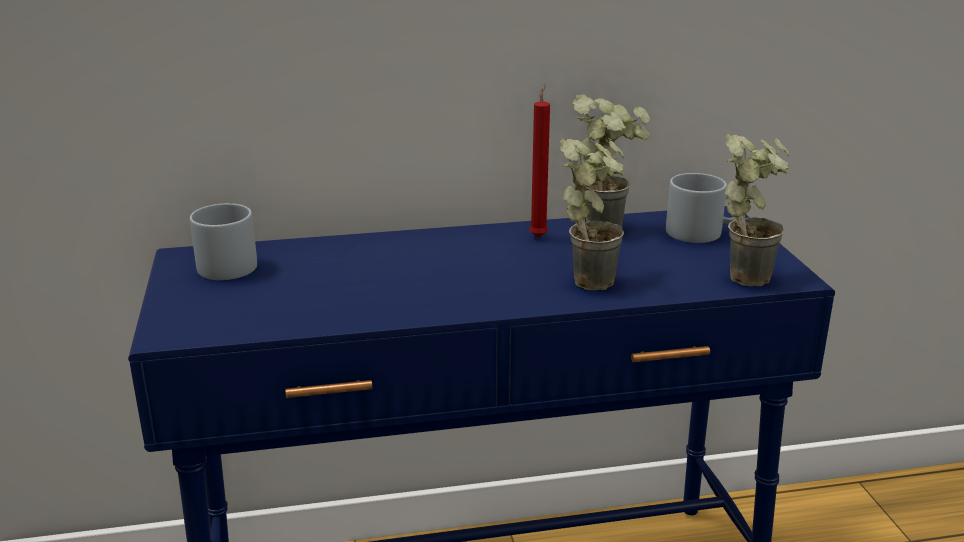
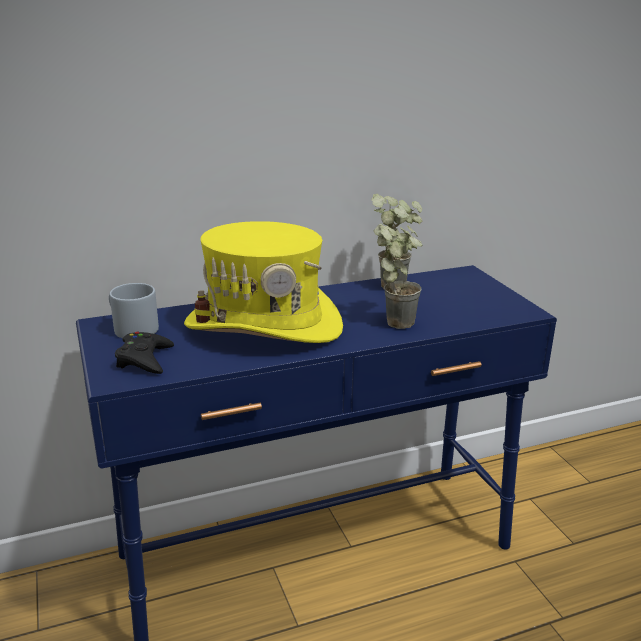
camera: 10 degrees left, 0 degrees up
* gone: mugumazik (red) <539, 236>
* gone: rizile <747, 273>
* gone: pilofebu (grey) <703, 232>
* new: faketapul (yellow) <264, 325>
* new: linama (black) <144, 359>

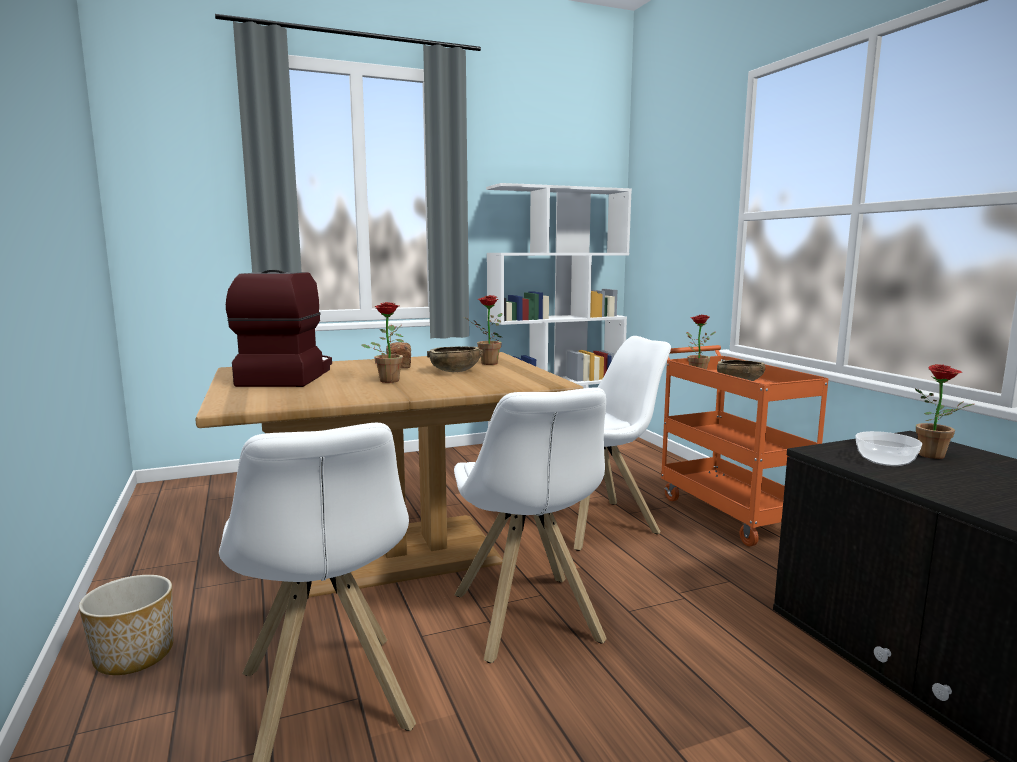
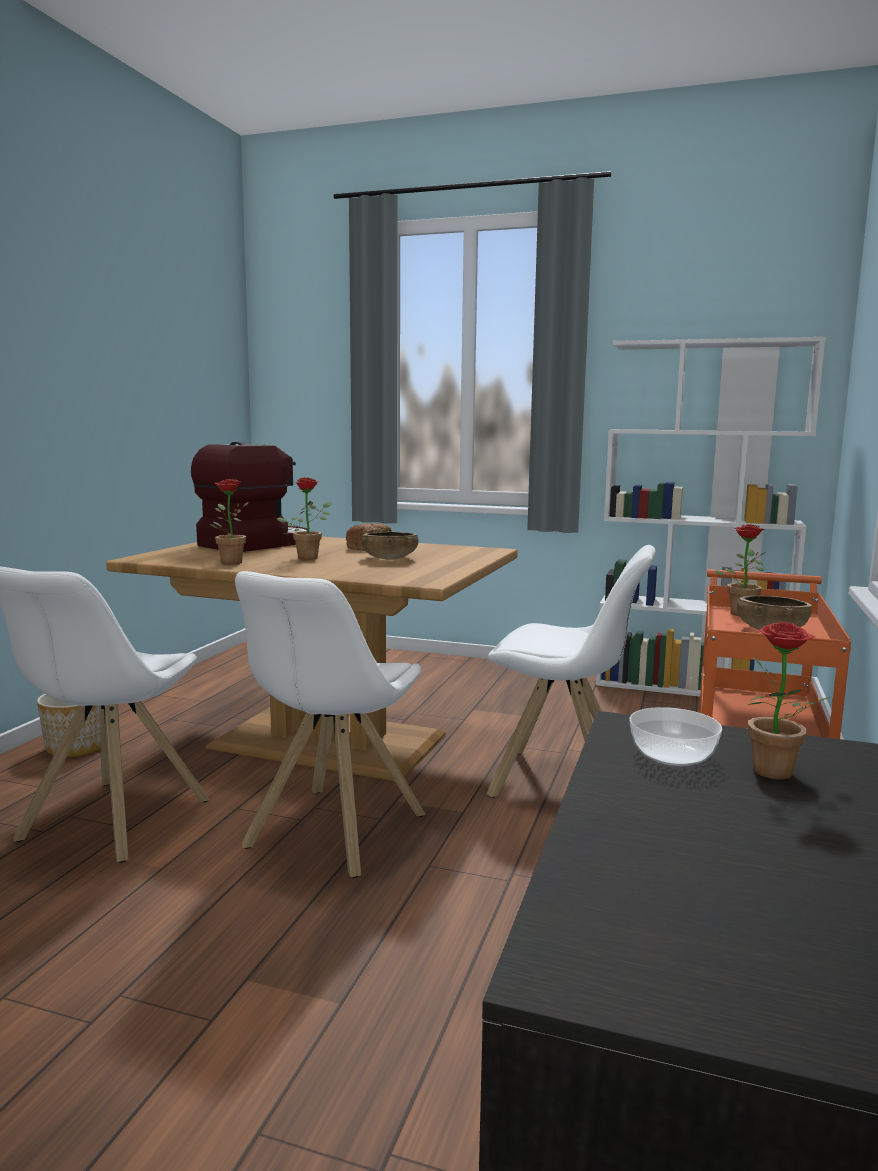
camera: 40 degrees right, 0 degrees up
* shifted: rizile <485, 363> to <228, 562>

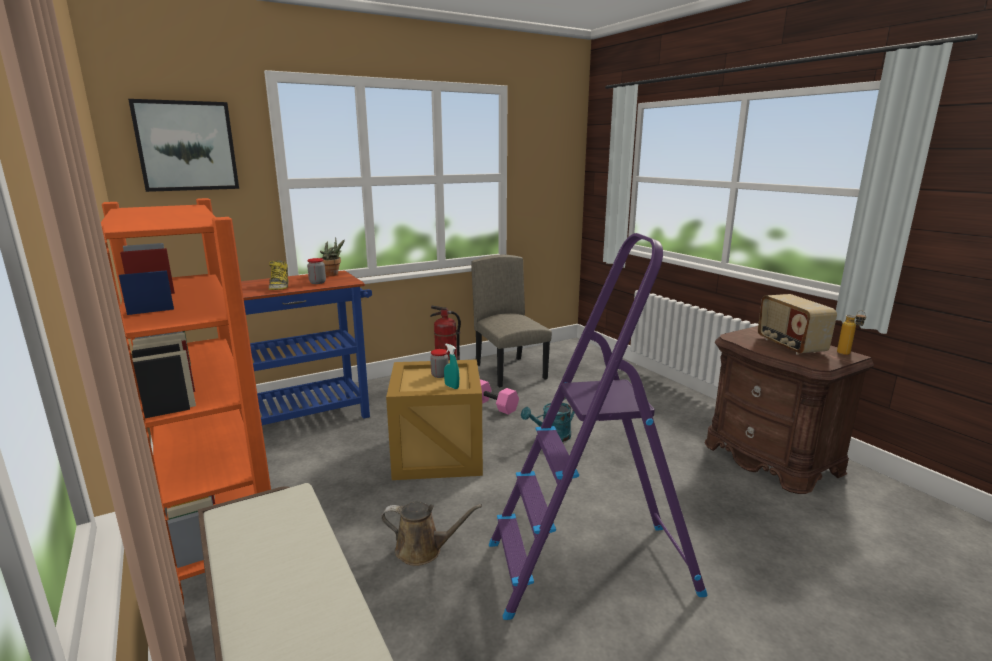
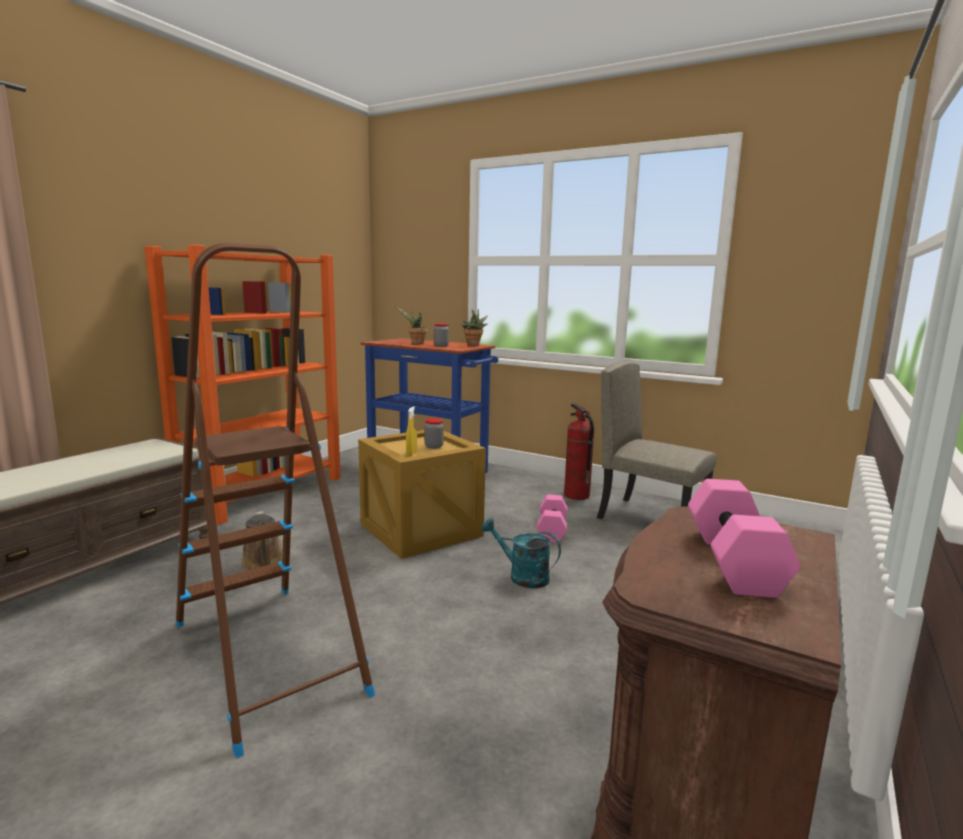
camera: 60 degrees right, 5 degrees down
* gone: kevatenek <186, 146>
* repainted: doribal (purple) <589, 568> to doribal (brown) <265, 654>
* rotated: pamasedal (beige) <510, 371> = <651, 518> 90 degrees counterclockwise
* swapped: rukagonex <279, 286> to rizile <415, 343>
* swapped: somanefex <789, 345> to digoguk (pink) <736, 561>
* gone: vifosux <847, 354>
* repainted: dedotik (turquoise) <451, 386> to dedotik (yellow) <411, 454>

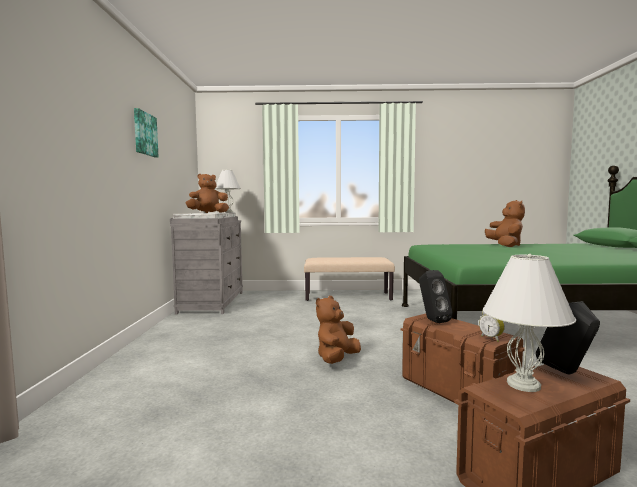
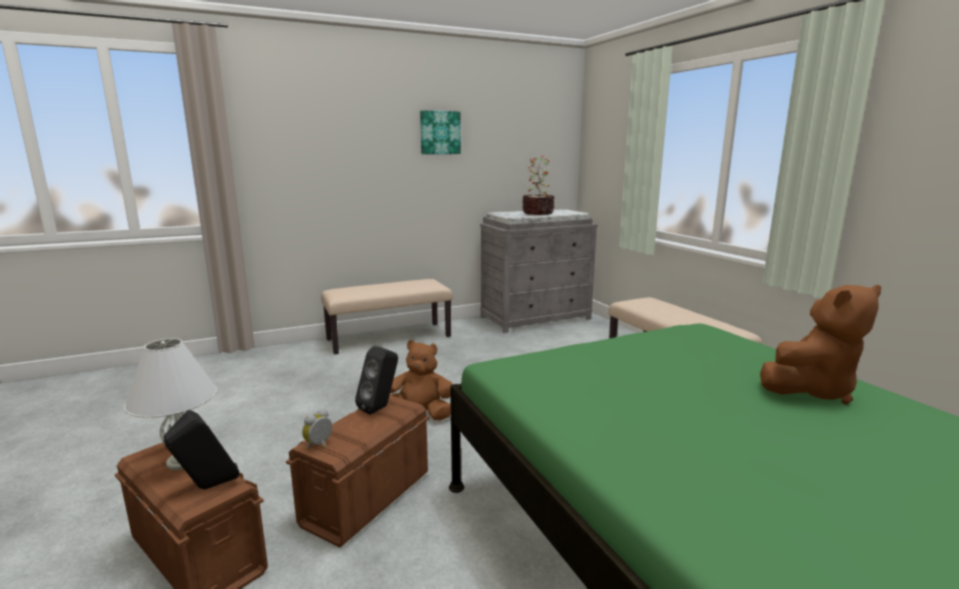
camera: 65 degrees right, 10 degrees up
* gone: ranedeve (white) <228, 212>
* swapped: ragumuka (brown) <208, 213> to rizile <537, 213>
* new: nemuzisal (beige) <389, 338>

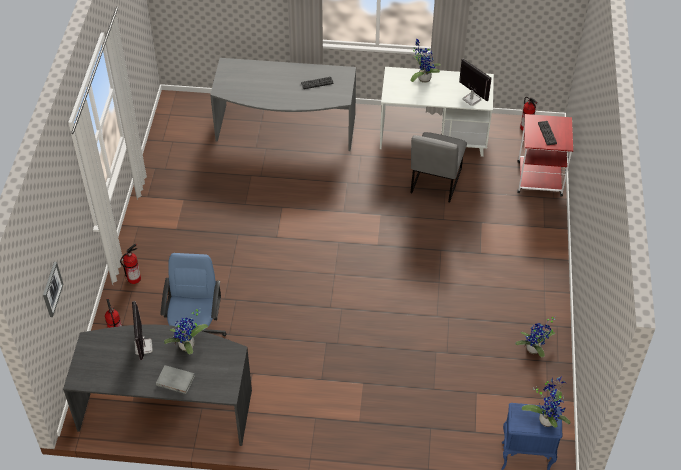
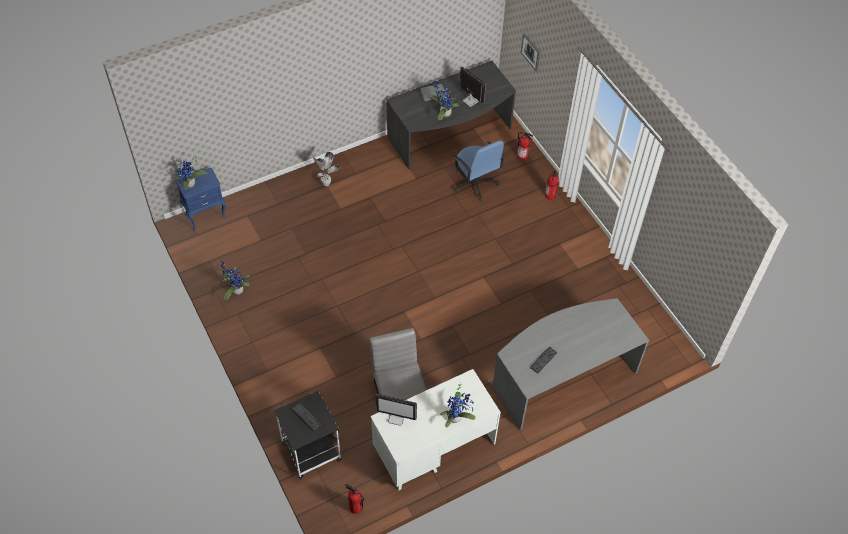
camera: 145 degrees right, 5 degrees up
* repainted: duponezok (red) <539, 180> to duponezok (black) <310, 450>
* new: rizile <326, 184>

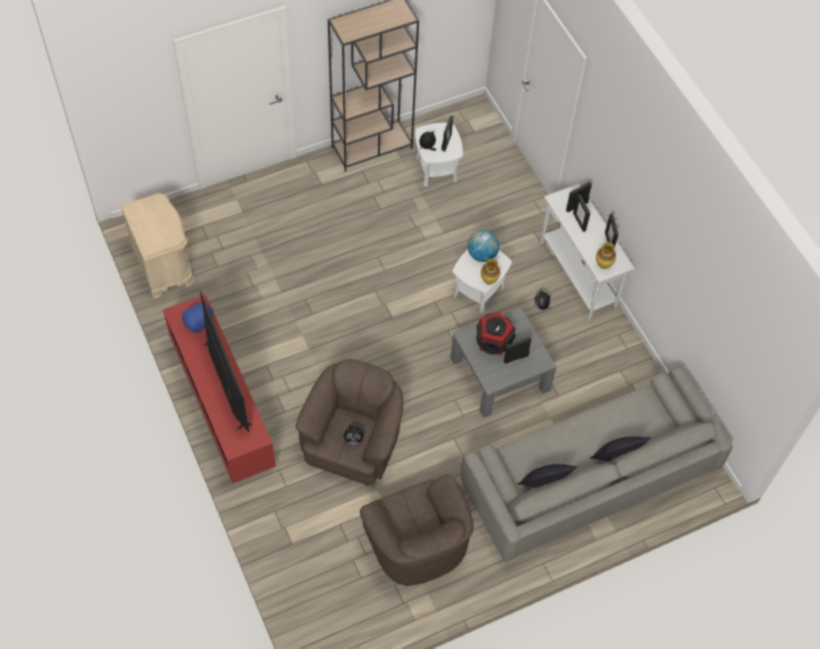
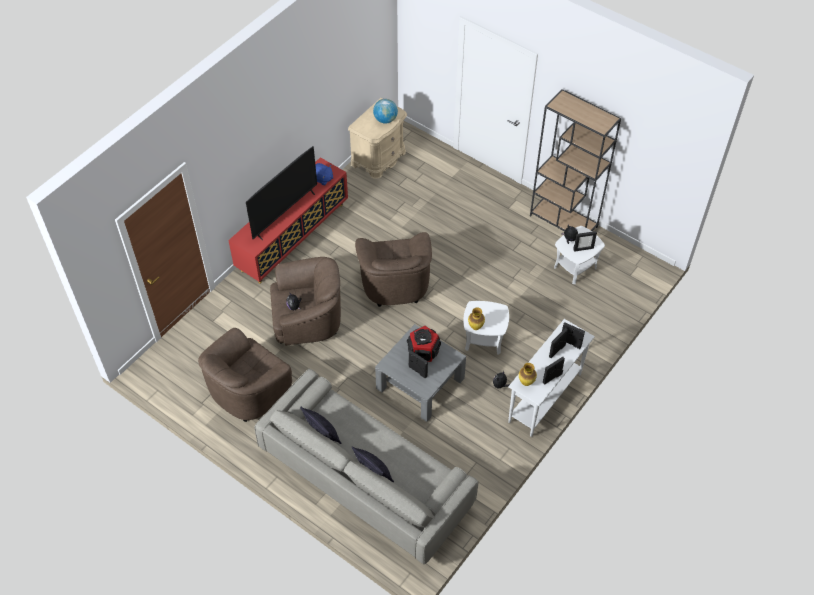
camera: 65 degrees right, 5 degrees down
* shifted: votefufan <482, 255> to <385, 119>
* new: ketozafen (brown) <394, 283>

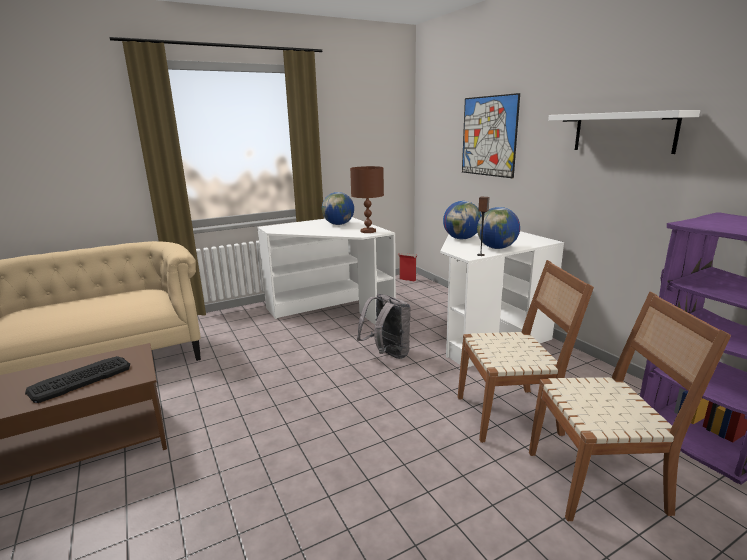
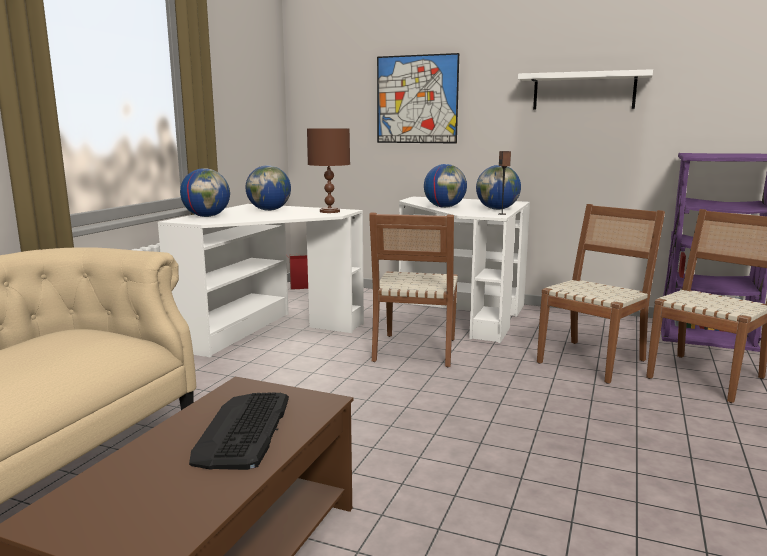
camera: 40 degrees left, 5 degrees down
* swapped: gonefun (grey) <387, 355> to pamasedal <414, 352>
* new: votefufan <207, 216>

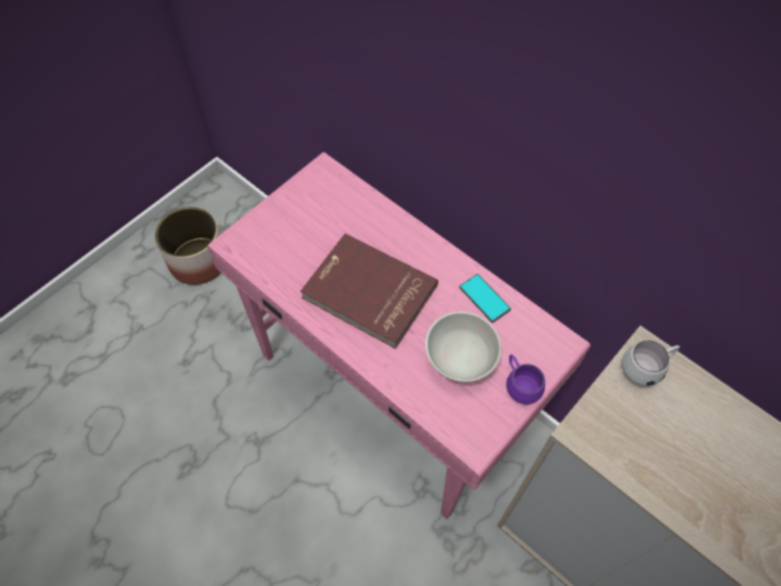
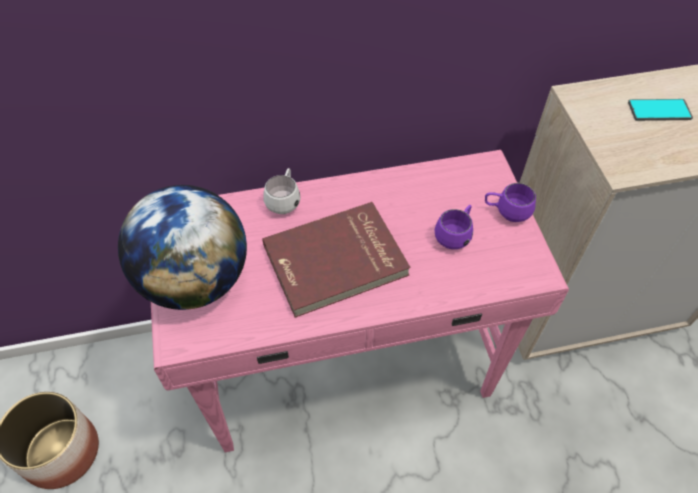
camera: 55 degrees left, 5 degrees down
* shifted: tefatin <484, 298> to <659, 110>
* swapped: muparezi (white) <461, 359> to pilofebu (purple) <455, 235>
* shifted: pilofebu (white) <646, 368> to <284, 200>
* new: votefufan <195, 280>

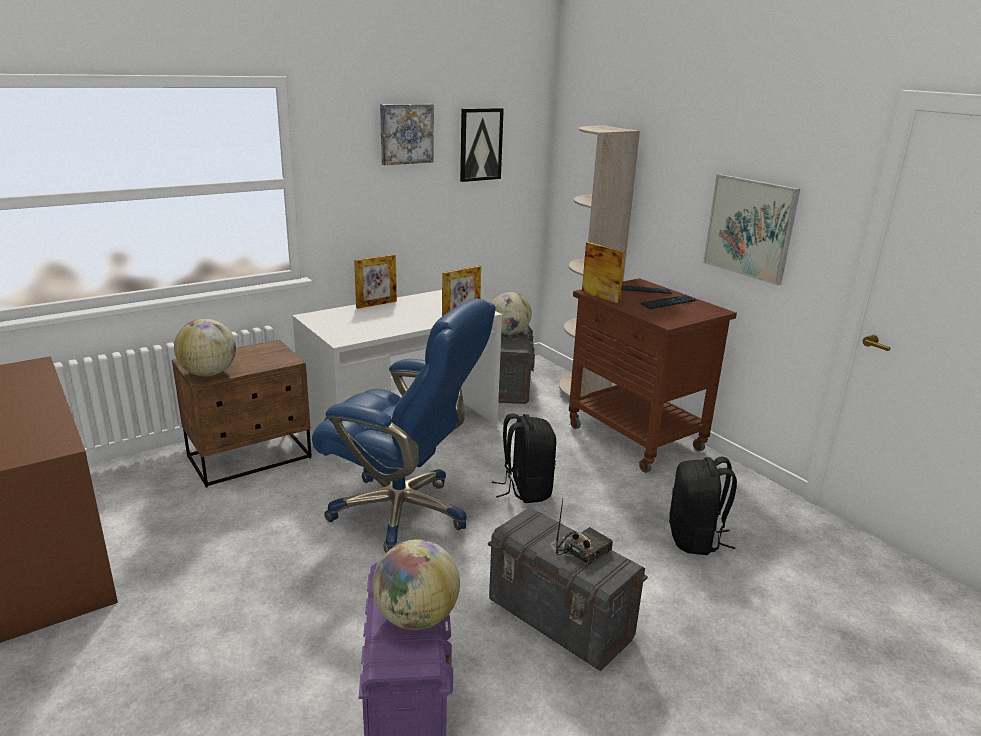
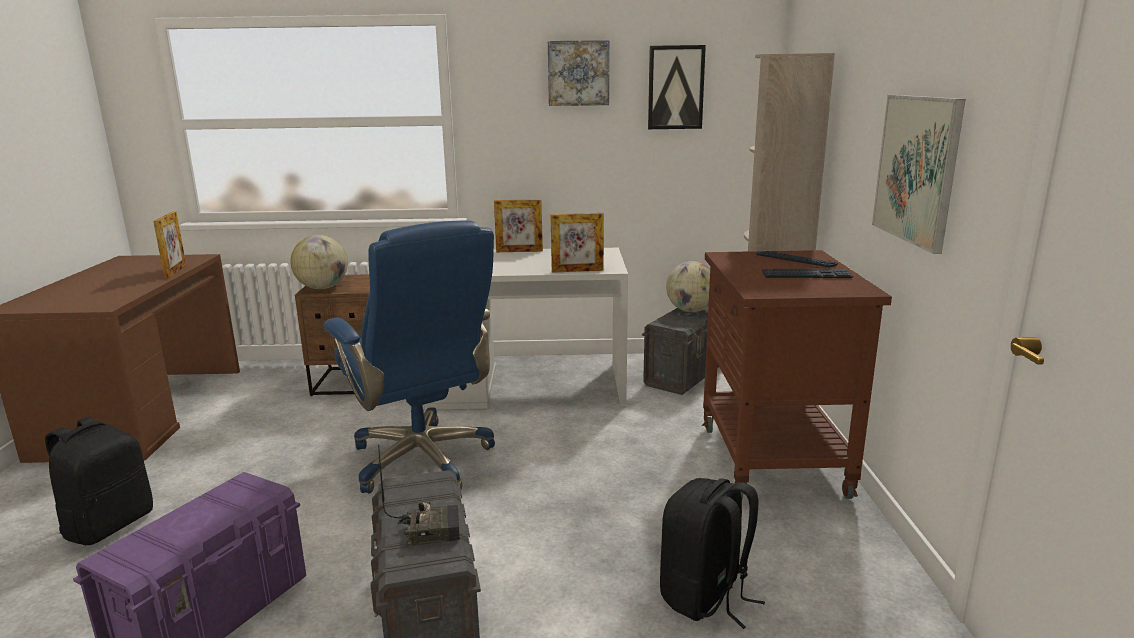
camera: 35 degrees right, 5 degrees down
* shifted: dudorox <600, 297> to <175, 271>
* shifted: gonefun (black) <525, 489> to <109, 525>
* gone: votefufan <416, 617>

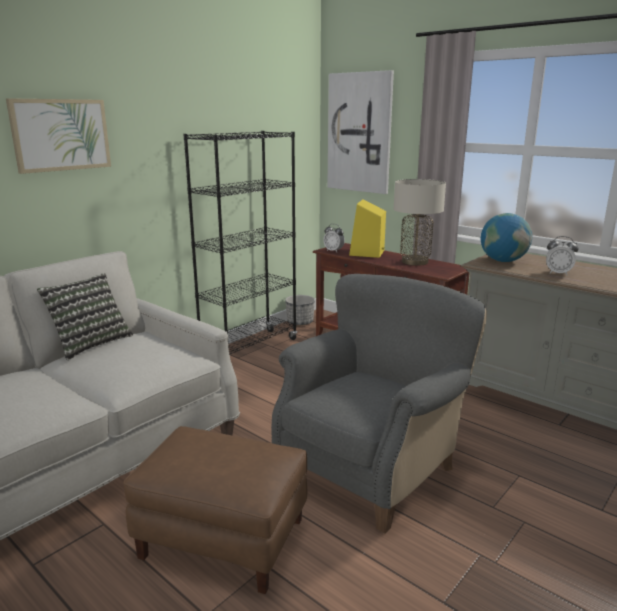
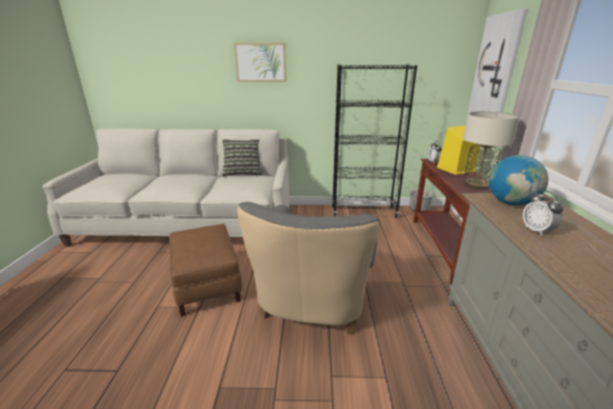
camera: 50 degrees right, 5 degrees up
* rotated: ketozafen (grey) <372, 464> = <313, 302> 105 degrees clockwise

